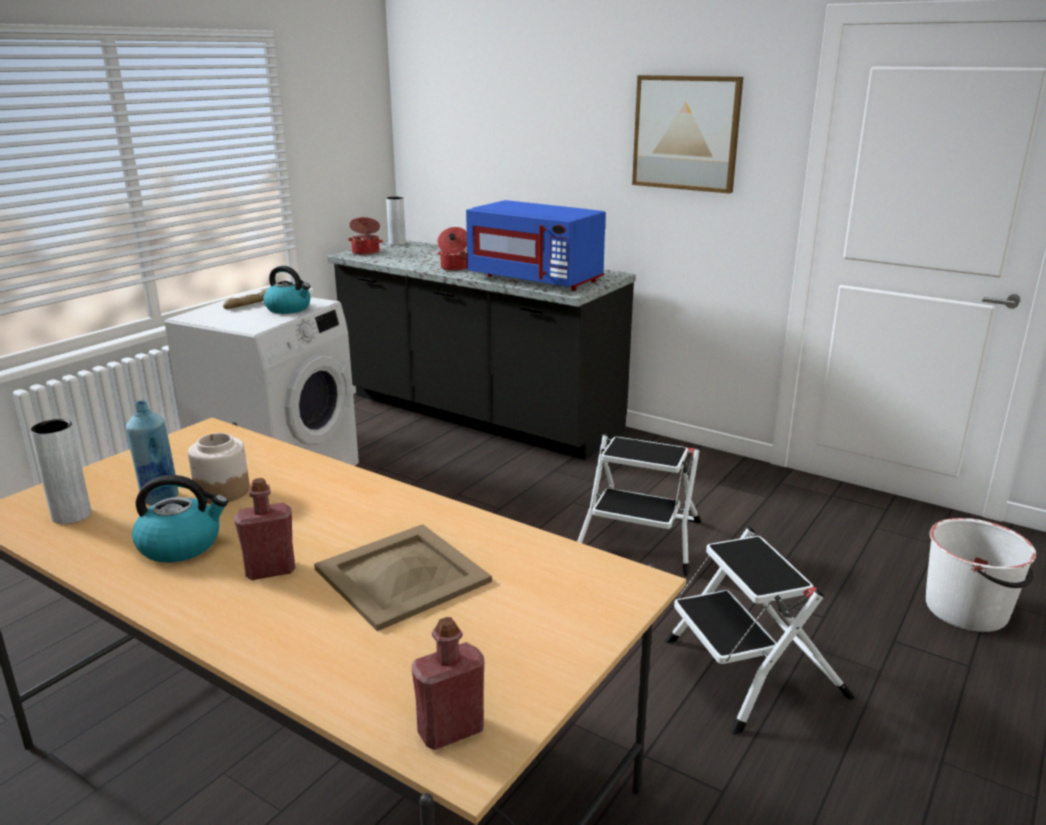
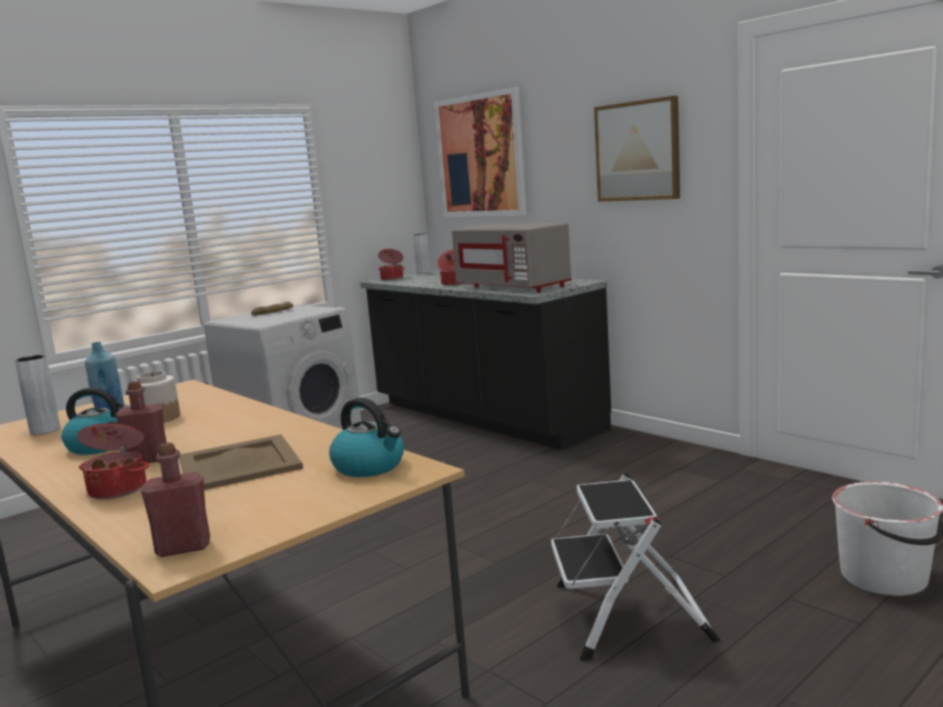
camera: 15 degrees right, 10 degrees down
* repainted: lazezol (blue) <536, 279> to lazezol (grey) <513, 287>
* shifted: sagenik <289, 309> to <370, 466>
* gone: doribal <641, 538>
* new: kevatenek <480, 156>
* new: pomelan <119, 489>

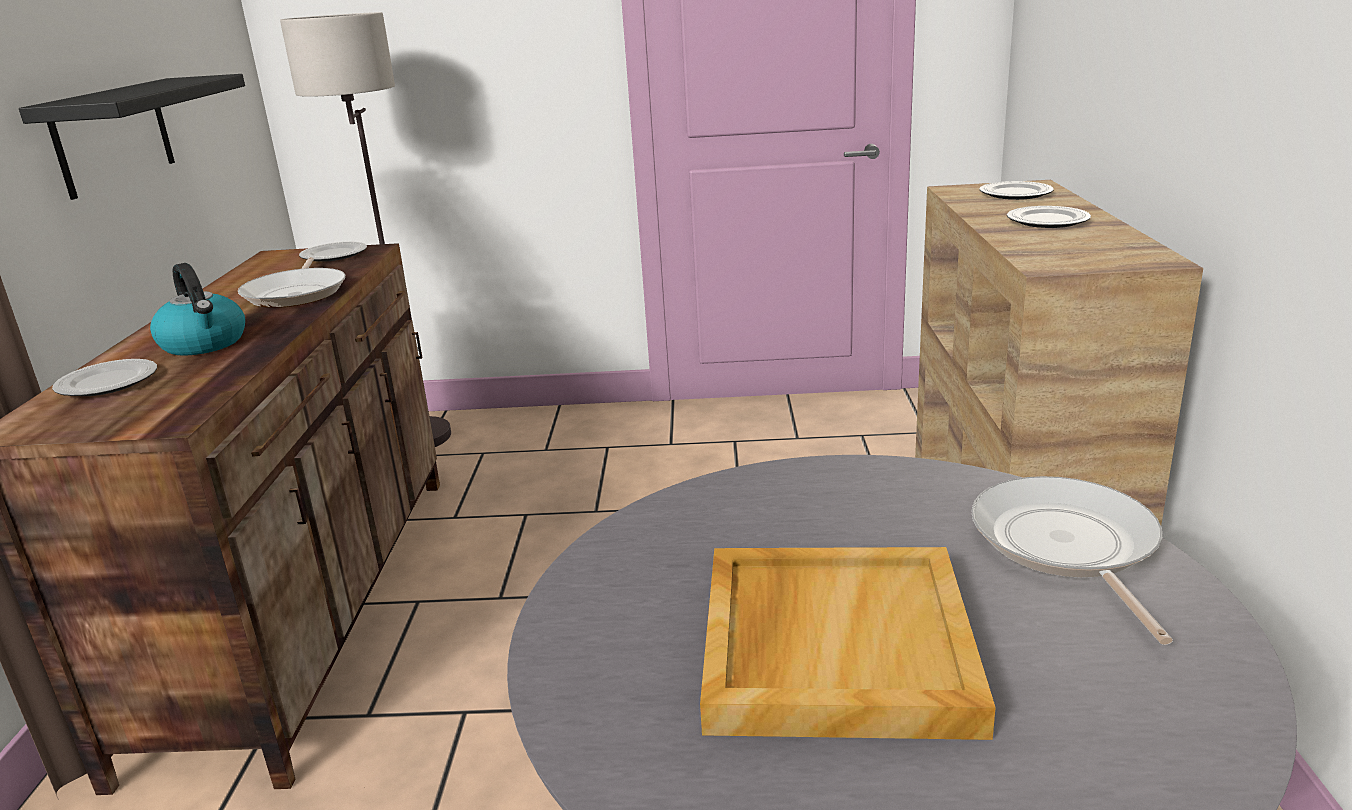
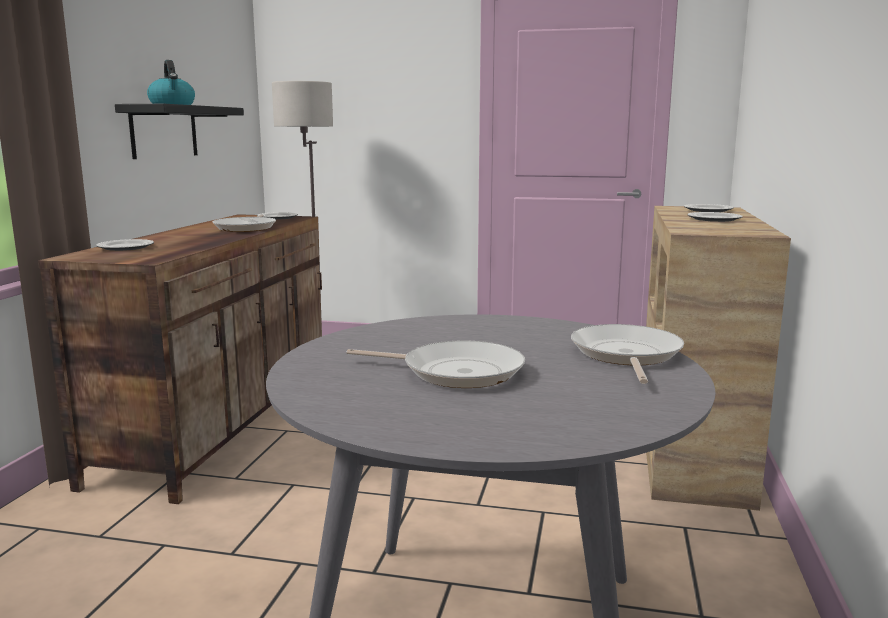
camera: 10 degrees right, 10 degrees down
* shifted: sagenik <205, 344> to <172, 105>
* swapped: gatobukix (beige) <833, 645> to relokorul <456, 372>

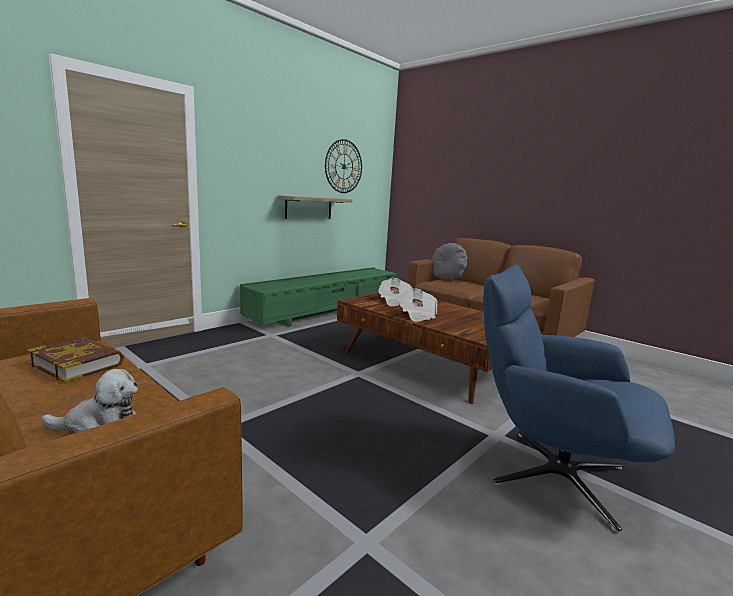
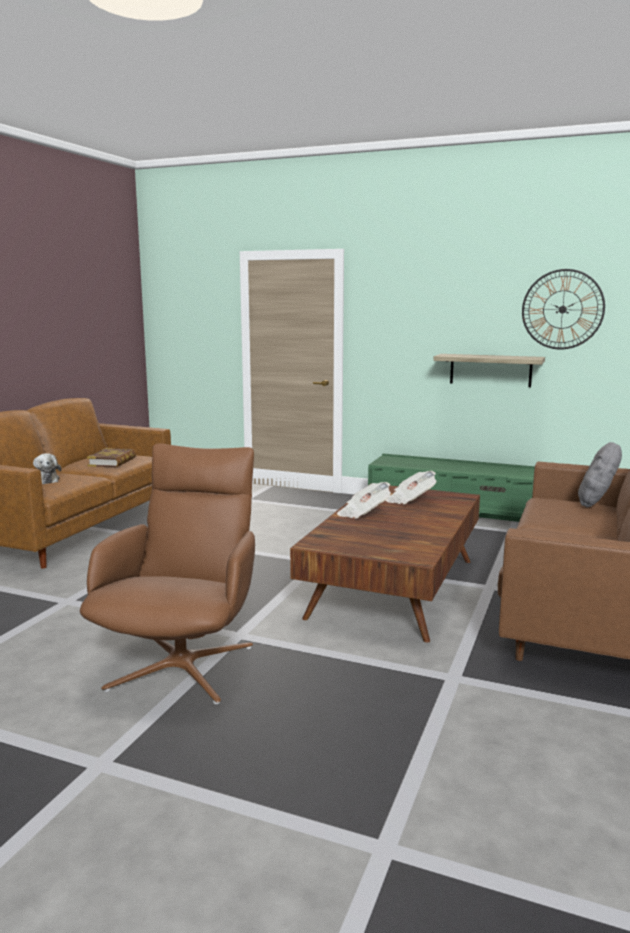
camera: 70 degrees right, 0 degrees up
* repainted: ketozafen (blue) <555, 472> to ketozafen (brown) <184, 665>

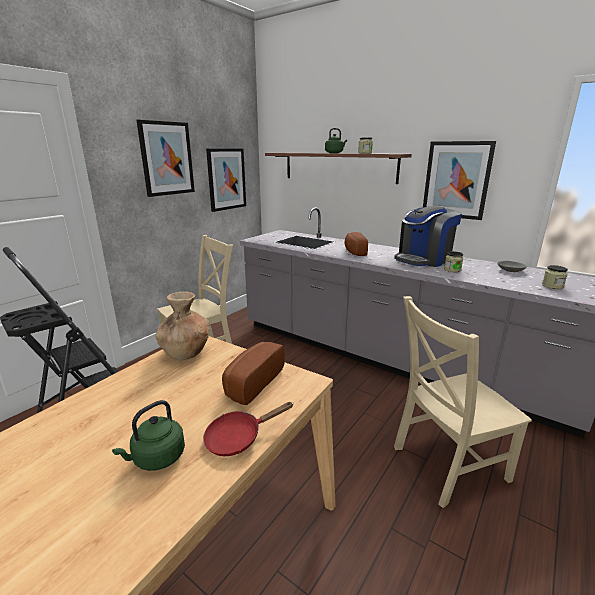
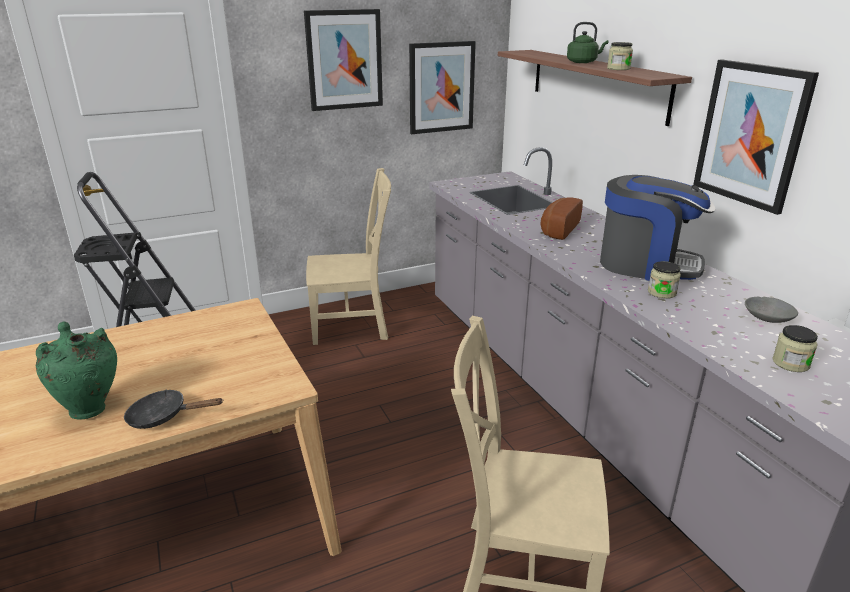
camera: 30 degrees right, 5 degrees up
* rotated: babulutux <423, 259> = <646, 264> 150 degrees counterclockwise
* gone: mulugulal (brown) <186, 352>
* gone: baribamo <251, 382>
* swapped: sagenik (green) <157, 458> to mulugulal (green) <90, 408>
* repainted: relokorul (red) <238, 438> to relokorul (black) <163, 416>

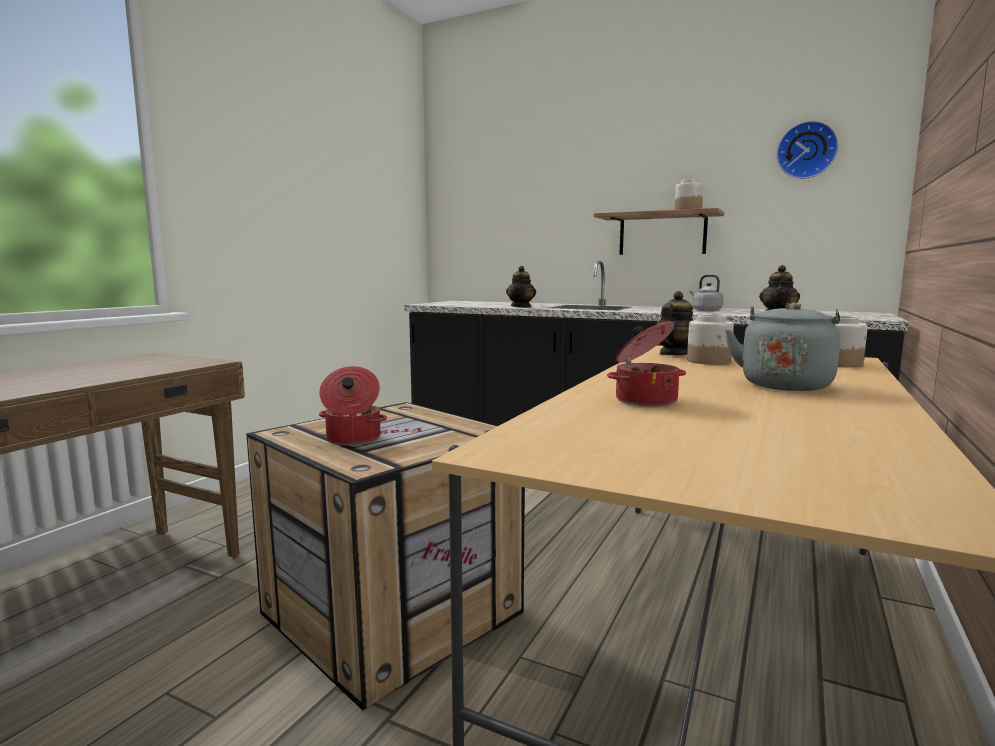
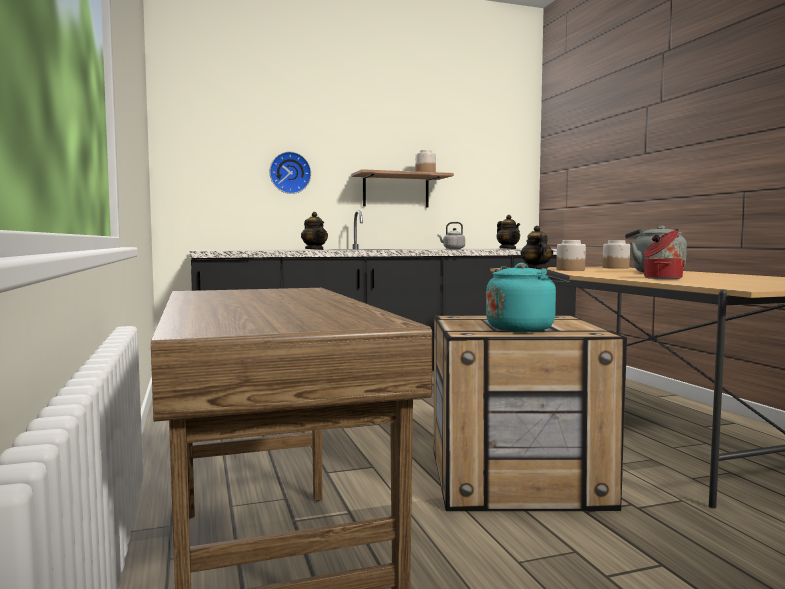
camera: 45 degrees left, 5 degrees down
* shifted: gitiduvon <806, 150> to <290, 173>
* swapped: pomelan <352, 439> to sagenik (turquoise) <523, 328>

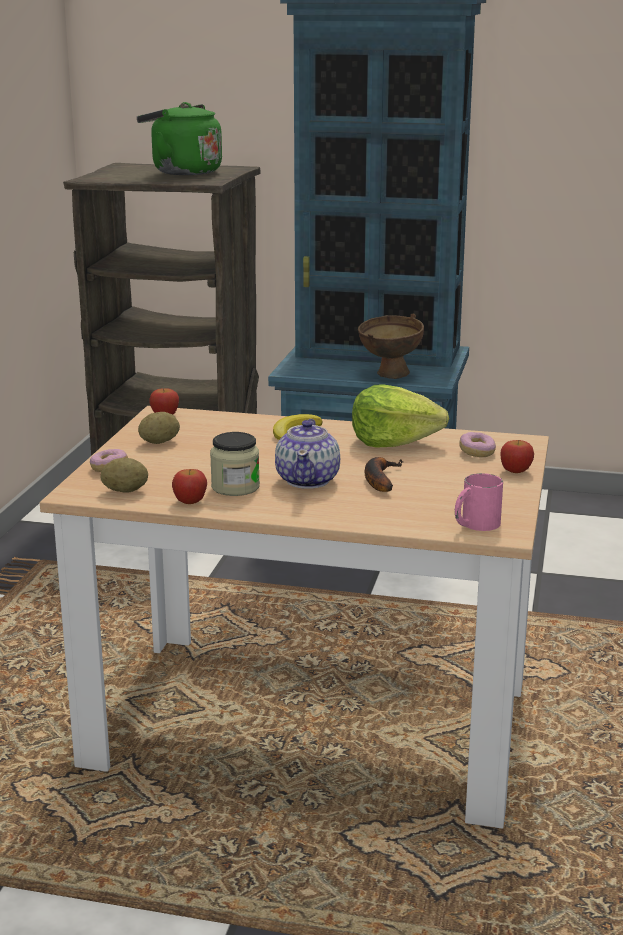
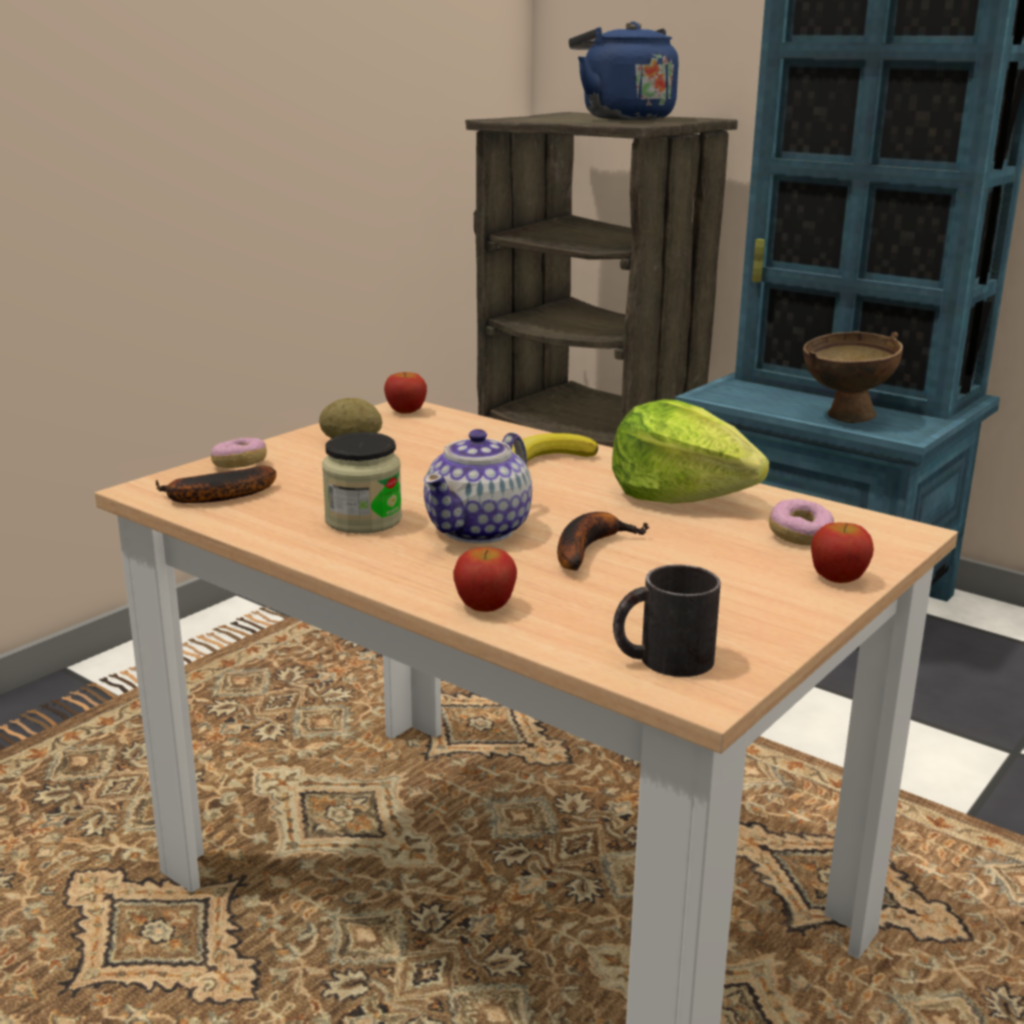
camera: 25 degrees right, 0 degrees up
* repainted: sagenik (green) <182, 172> to sagenik (blue) <623, 118>
* swapped: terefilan <125, 491> to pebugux <214, 497>
* shifted: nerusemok <190, 501> to <485, 606>
* repainted: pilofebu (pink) <475, 525> to pilofebu (black) <662, 660>

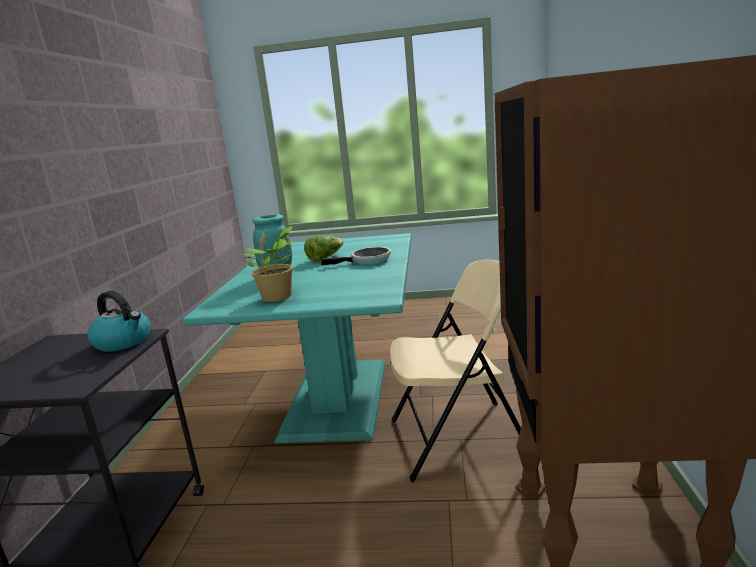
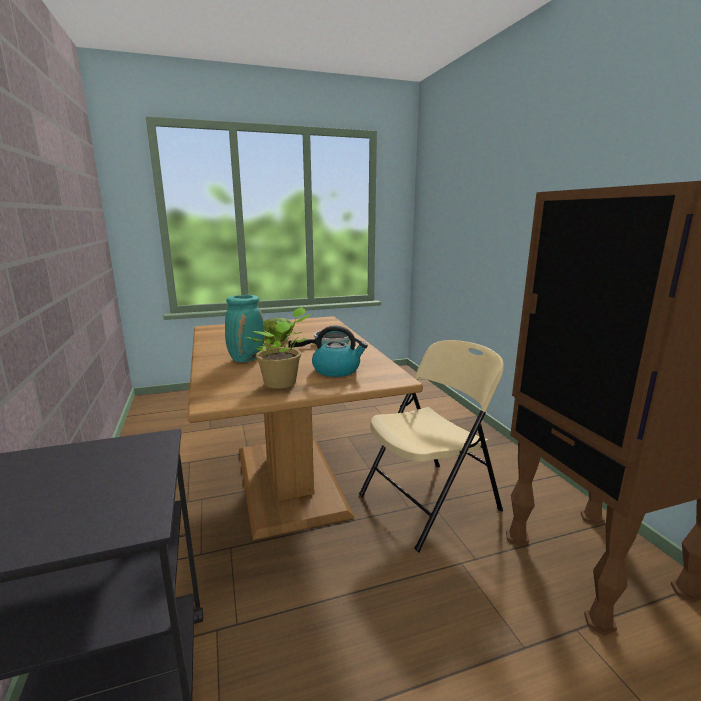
camera: 25 degrees left, 0 degrees up
* repainted: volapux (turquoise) <339, 397> to volapux (brown) <291, 479>
* shifted: sagenik <124, 342> to <337, 370>

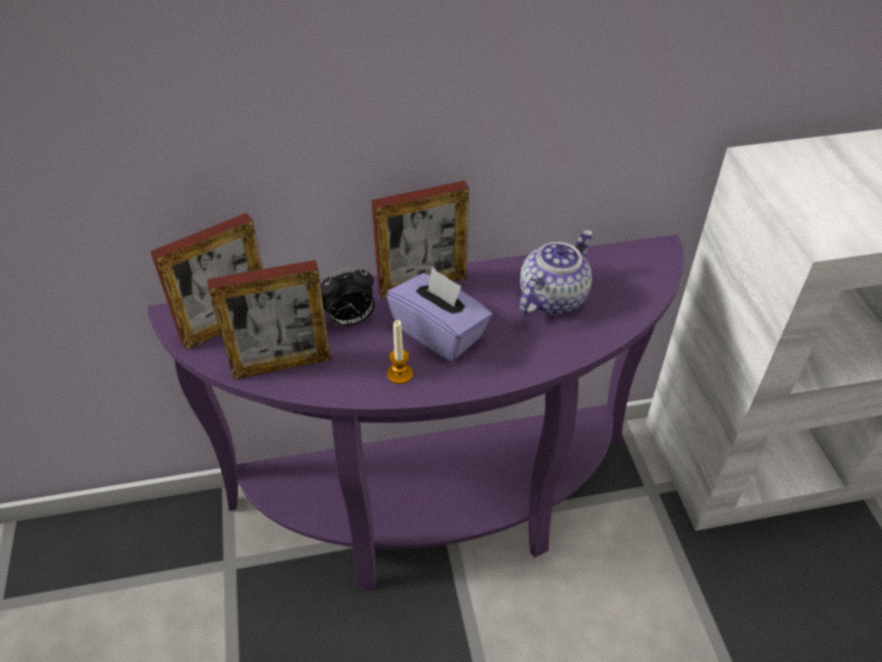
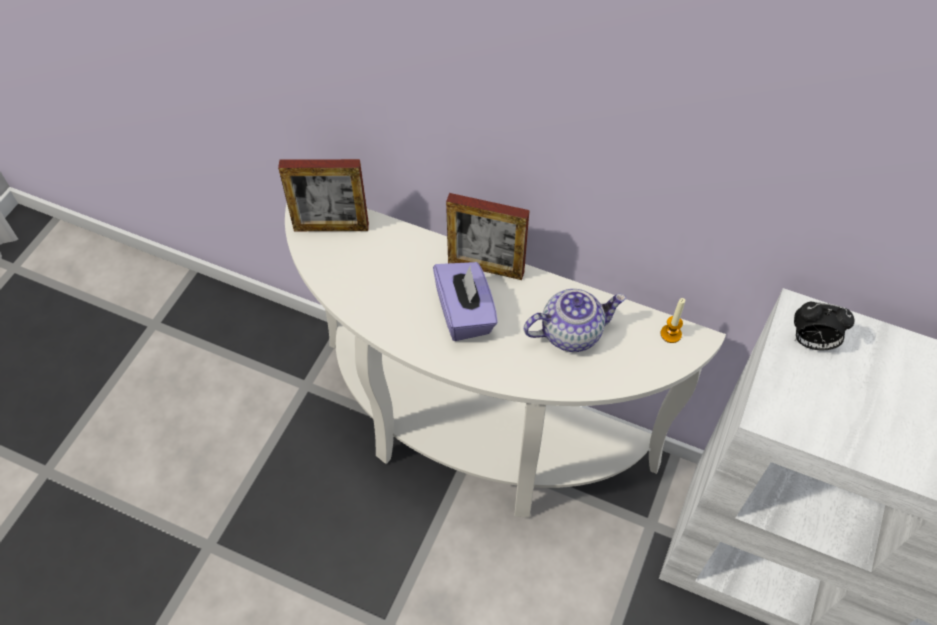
camera: 35 degrees right, 10 degrees up
* repainted: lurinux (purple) <438, 512> to lurinux (white) <472, 437>
* gone: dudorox <282, 364>
* shifted: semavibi <350, 320> to <811, 342>
* shifted: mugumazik <400, 374> to <670, 334>

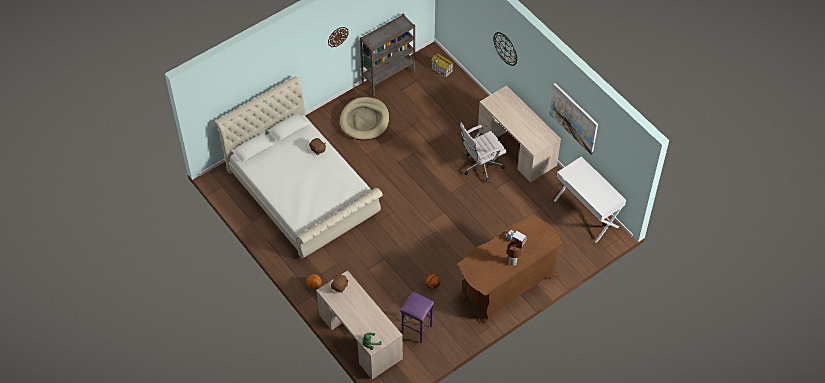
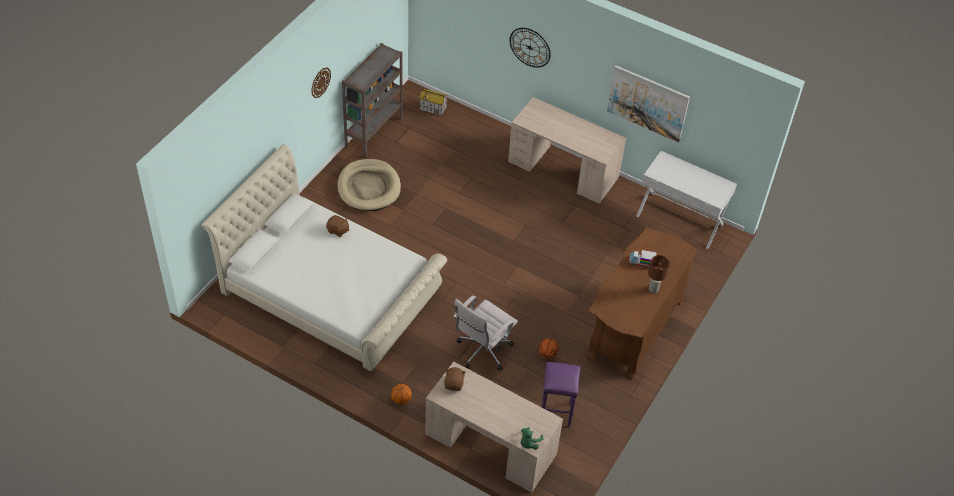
camera: 25 degrees left, 5 degrees down
* shifted: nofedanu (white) <481, 167> to <482, 352>

